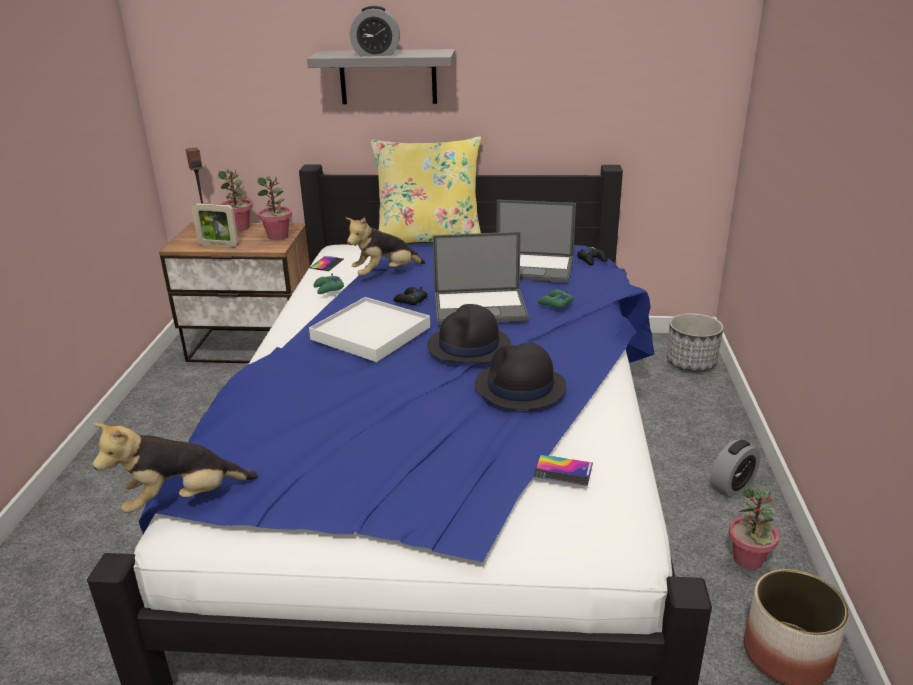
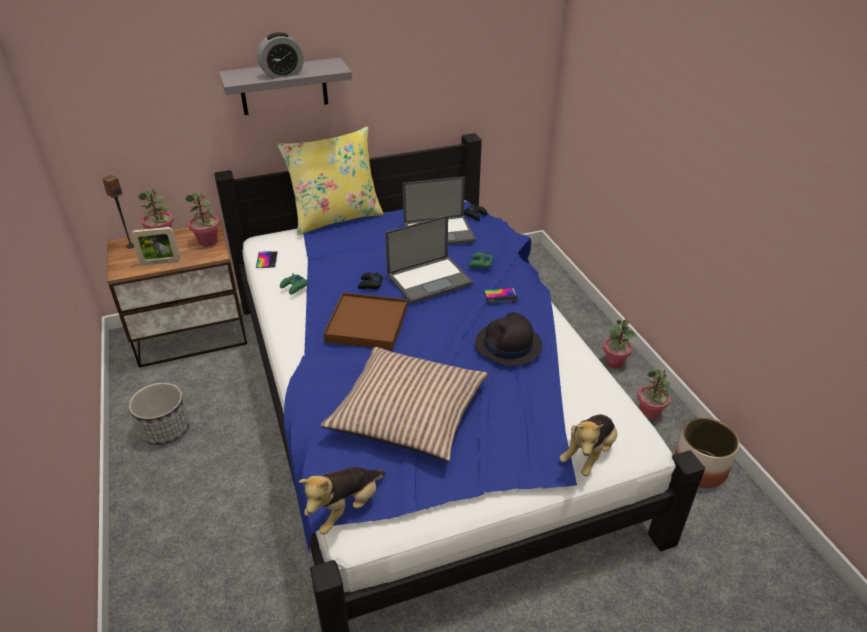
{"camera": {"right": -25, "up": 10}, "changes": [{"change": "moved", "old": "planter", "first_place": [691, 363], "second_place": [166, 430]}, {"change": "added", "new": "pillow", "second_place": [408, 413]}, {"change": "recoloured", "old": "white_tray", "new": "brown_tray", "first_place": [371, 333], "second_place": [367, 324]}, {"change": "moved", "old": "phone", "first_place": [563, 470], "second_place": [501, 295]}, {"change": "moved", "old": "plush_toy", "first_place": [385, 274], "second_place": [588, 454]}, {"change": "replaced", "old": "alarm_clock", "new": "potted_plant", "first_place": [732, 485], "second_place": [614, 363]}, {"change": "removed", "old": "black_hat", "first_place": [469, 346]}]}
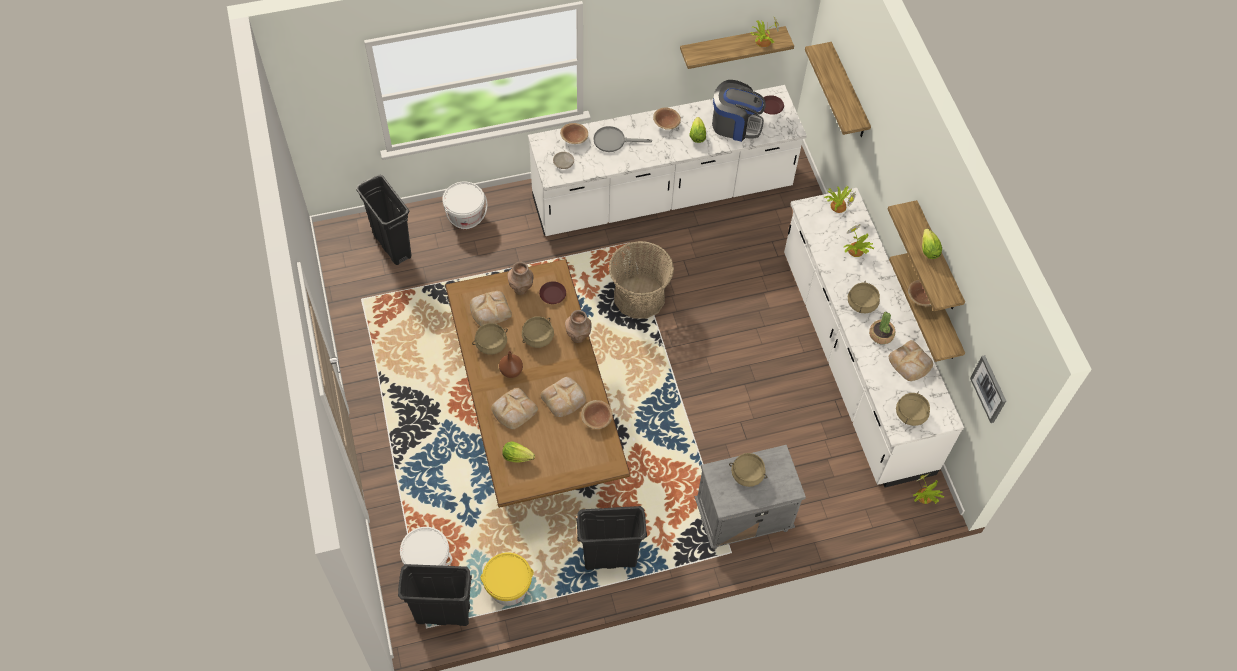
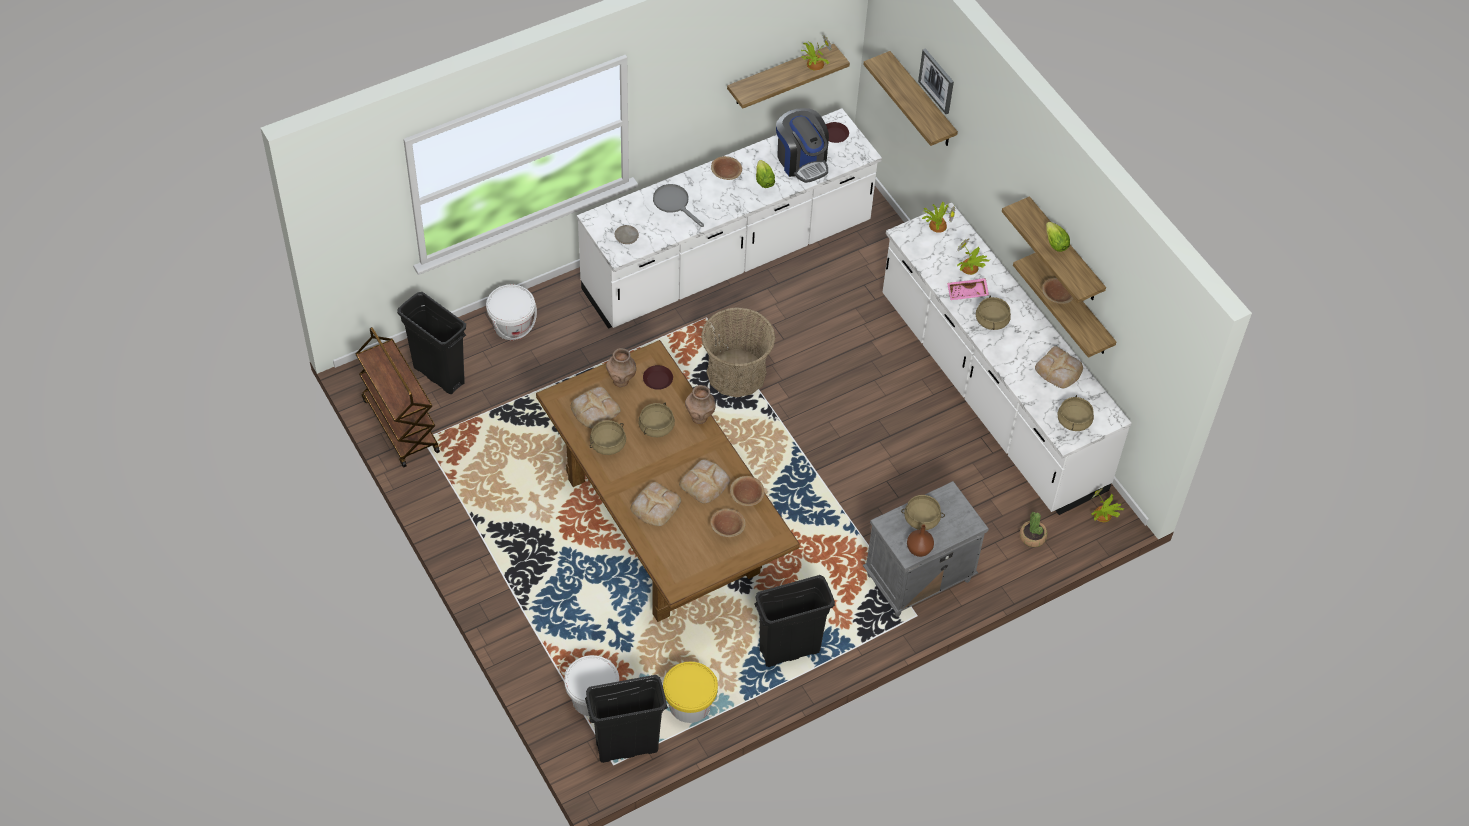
{"camera": {"right": -15, "up": -5}, "changes": [{"change": "added", "new": "brown_cart", "second_place": [400, 425]}, {"change": "turned", "old": "grey_frying_pan", "first_place": [614, 141], "second_place": [674, 203], "degrees": 60}, {"change": "moved", "old": "brown_bowl", "first_place": [574, 138], "second_place": [727, 528]}, {"change": "turned", "old": "coffee_machine", "first_place": [735, 124], "second_place": [802, 161], "degrees": 60}, {"change": "moved", "old": "brown_vase", "first_place": [511, 371], "second_place": [918, 549]}, {"change": "moved", "old": "picture", "first_place": [989, 389], "second_place": [937, 81]}, {"change": "added", "new": "pink_tray", "second_place": [967, 293]}, {"change": "moved", "old": "potted_plant", "first_place": [881, 334], "second_place": [1032, 537]}, {"change": "removed", "old": "lettuce", "first_place": [517, 456]}]}
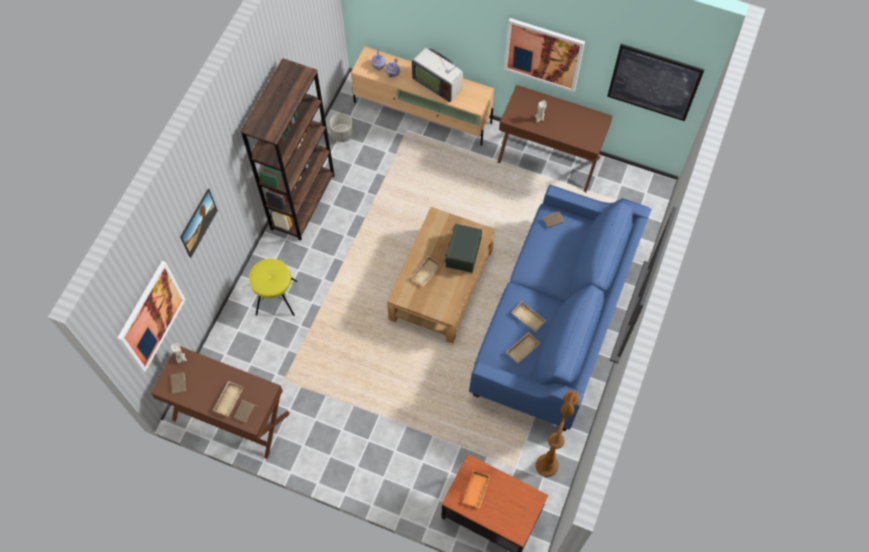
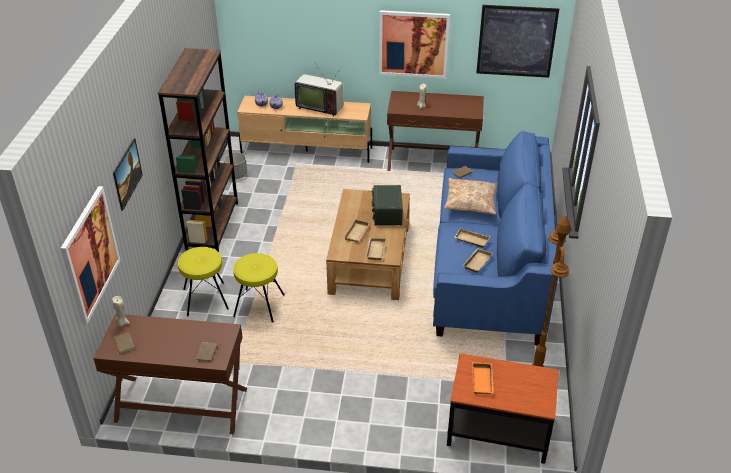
{"camera": {"right": -15, "up": -25}, "changes": [{"change": "added", "new": "yellow_stool", "second_place": [259, 305]}, {"change": "moved", "old": "beige_tray", "first_place": [228, 399], "second_place": [375, 250]}, {"change": "added", "new": "beige_pillow", "second_place": [470, 202]}]}
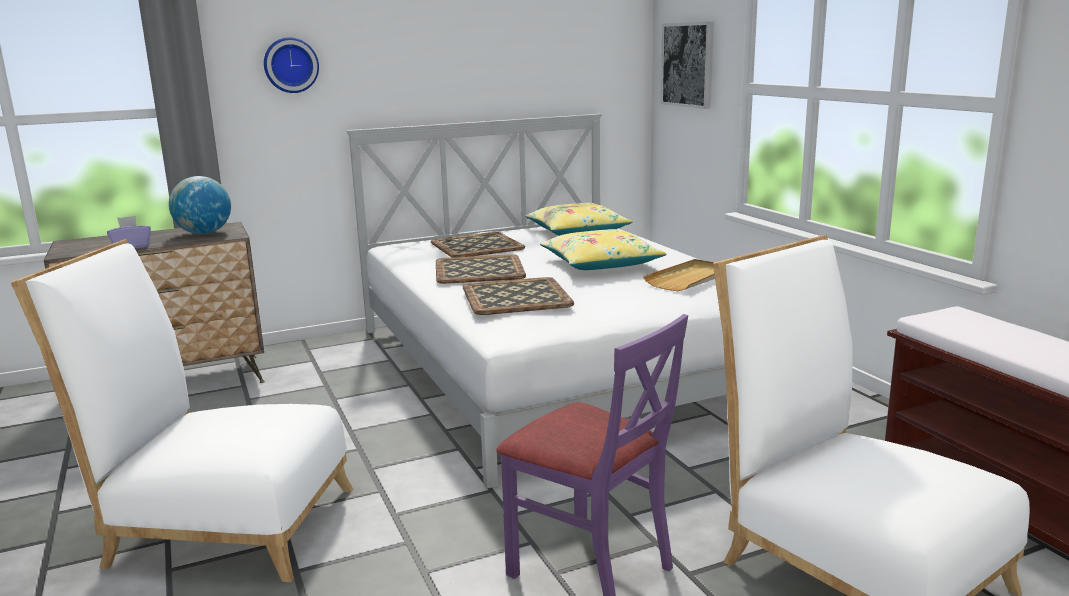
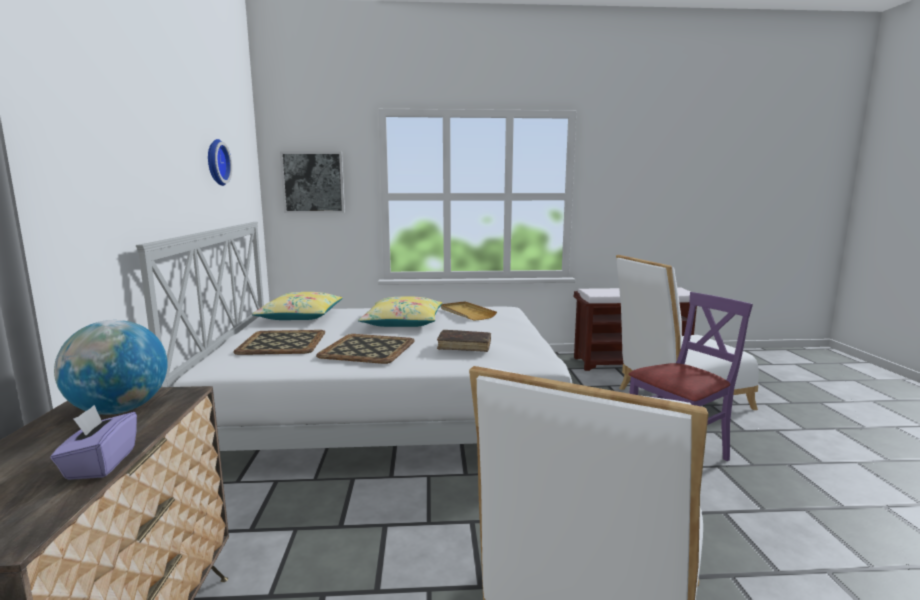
{"camera": {"right": -70, "up": -5}, "changes": [{"change": "moved", "old": "wall_clock", "first_place": [290, 65], "second_place": [215, 162]}, {"change": "replaced", "old": "tray", "new": "brown_book", "first_place": [517, 296], "second_place": [464, 346]}]}
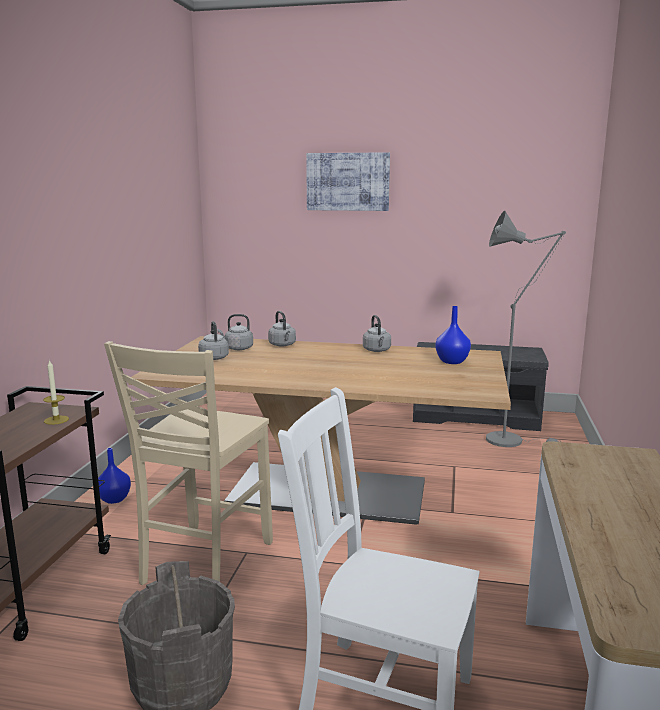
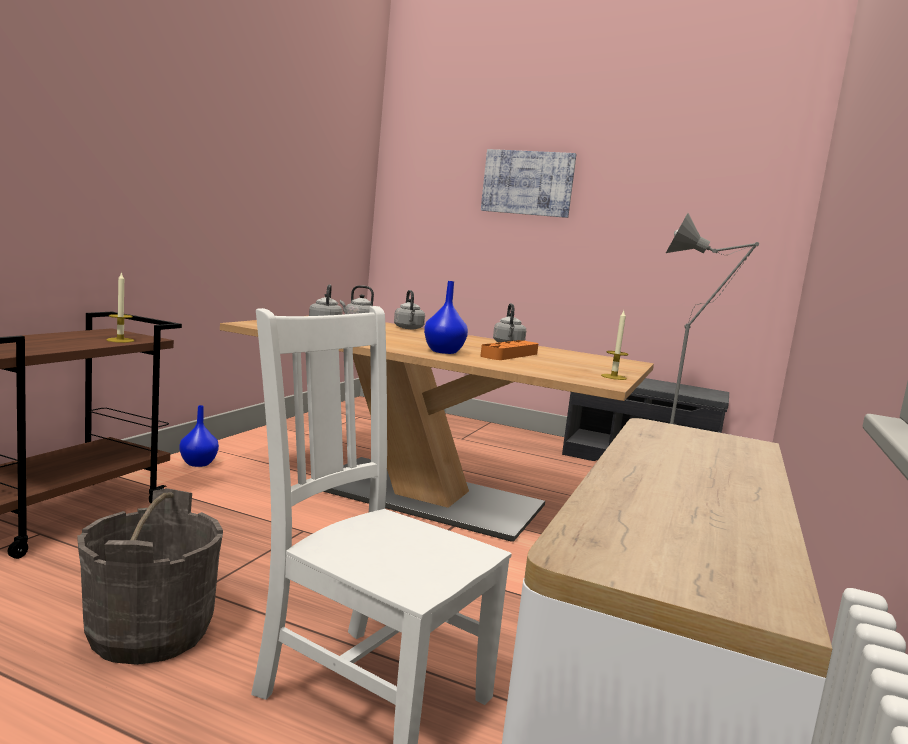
{"camera": {"right": 10, "up": -5}, "changes": [{"change": "moved", "old": "blue_vase", "first_place": [452, 361], "second_place": [444, 352]}, {"change": "added", "new": "orange_tray", "second_place": [509, 355]}, {"change": "added", "new": "candle", "second_place": [613, 377]}, {"change": "removed", "old": "beige_chair", "first_place": [204, 563]}]}
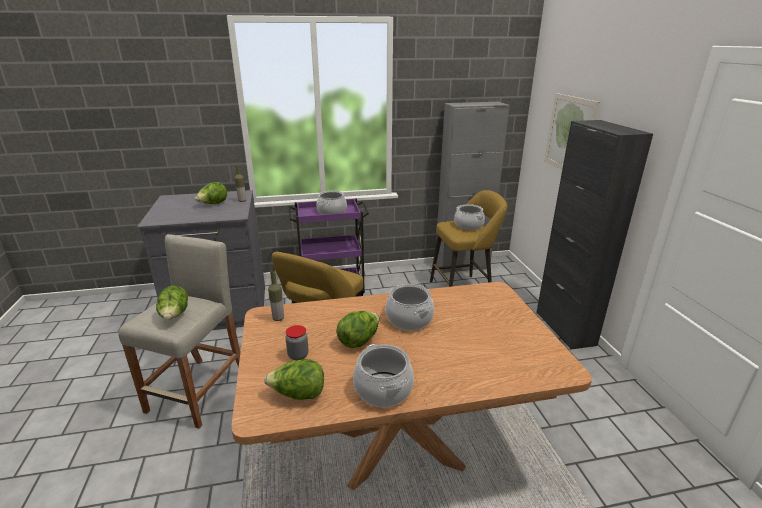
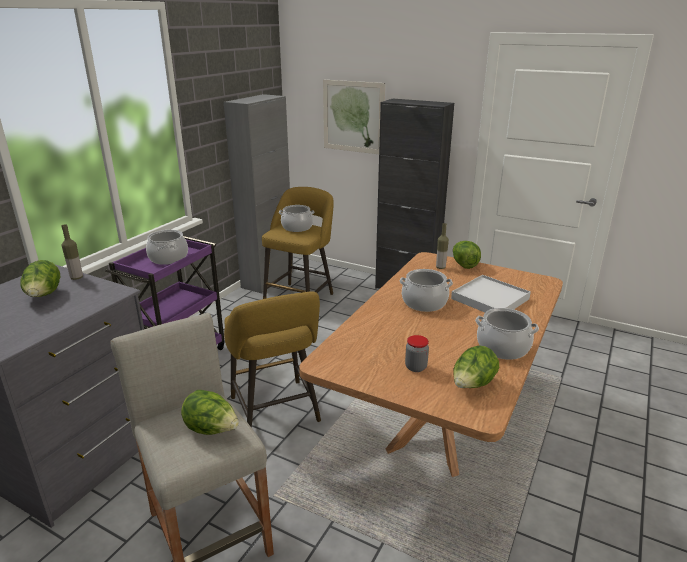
{"camera": {"right": -50, "up": 0}, "changes": [{"change": "moved", "old": "bottle", "first_place": [278, 318], "second_place": [440, 267]}, {"change": "added", "new": "white_tray", "second_place": [490, 299]}, {"change": "moved", "old": "lettuce", "first_place": [359, 340], "second_place": [464, 264]}]}
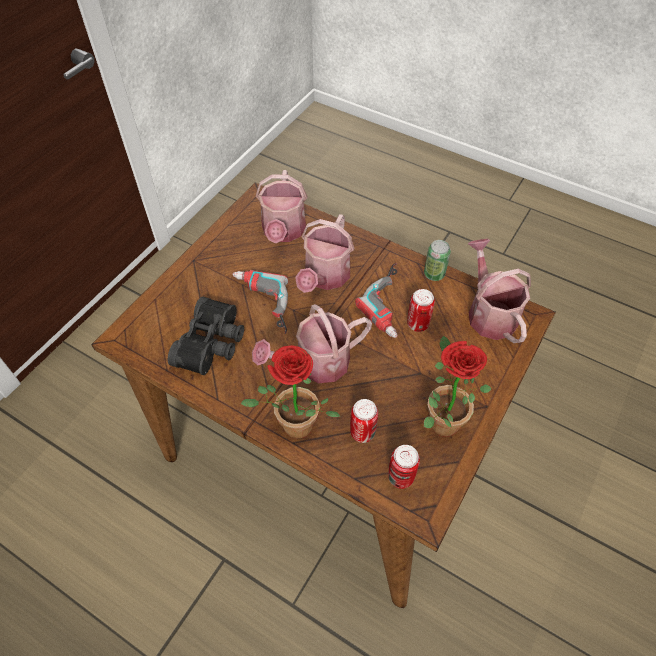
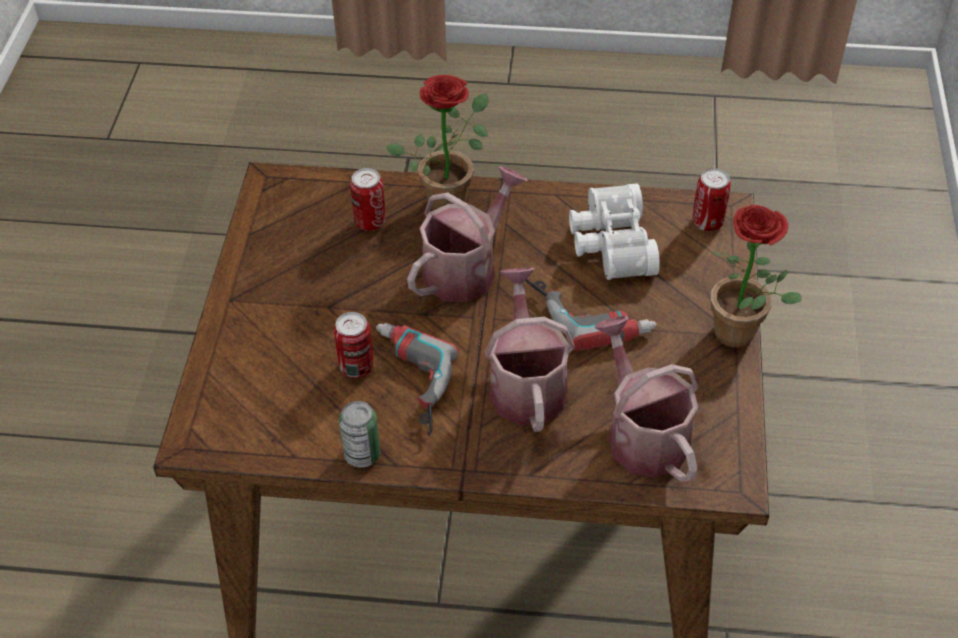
{"camera": {"right": 155, "up": -5}, "changes": [{"change": "recoloured", "old": "black_binoculars", "new": "white_binoculars", "first_place": [213, 344], "second_place": [609, 244]}, {"change": "moved", "old": "can", "first_place": [400, 477], "second_place": [707, 222]}, {"change": "moved", "old": "potted_plant", "first_place": [440, 417], "second_place": [742, 336]}, {"change": "removed", "old": "watering_can", "first_place": [489, 313]}]}
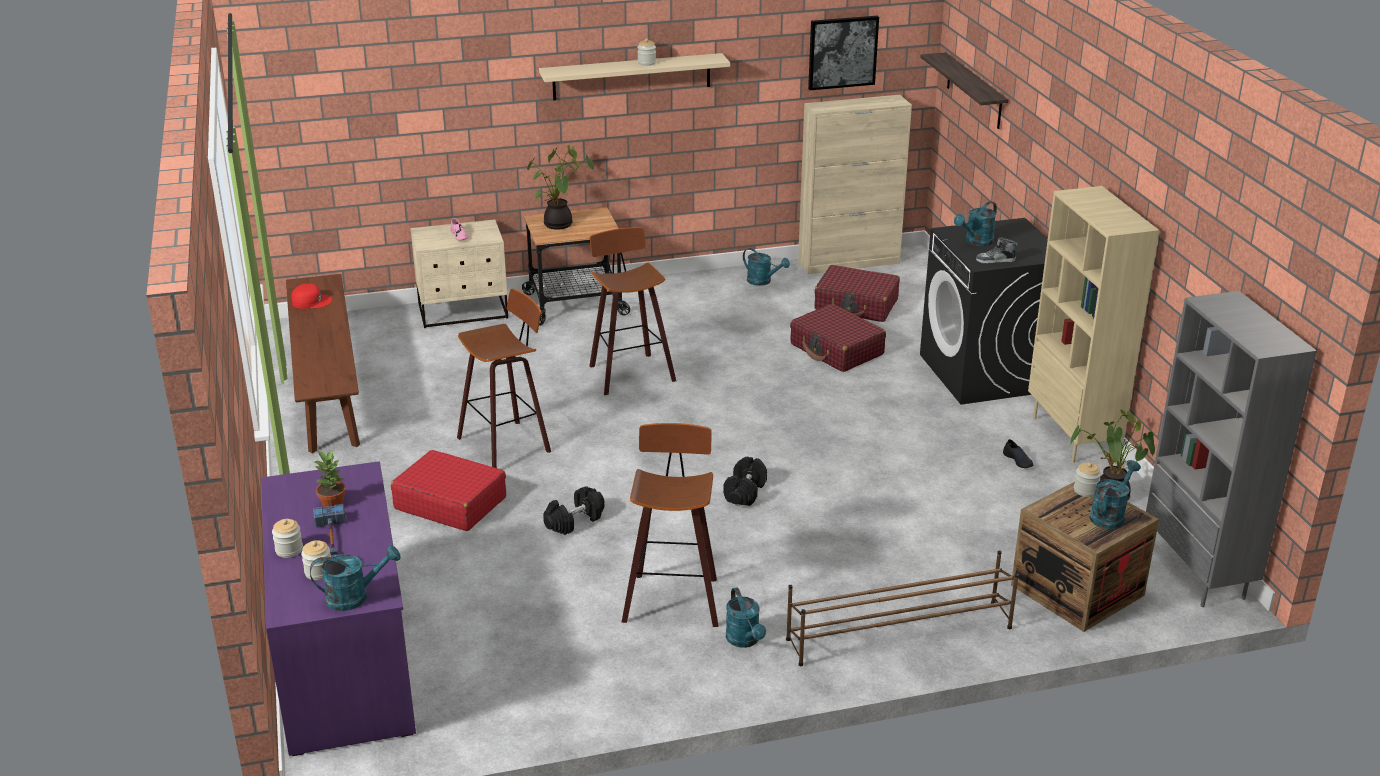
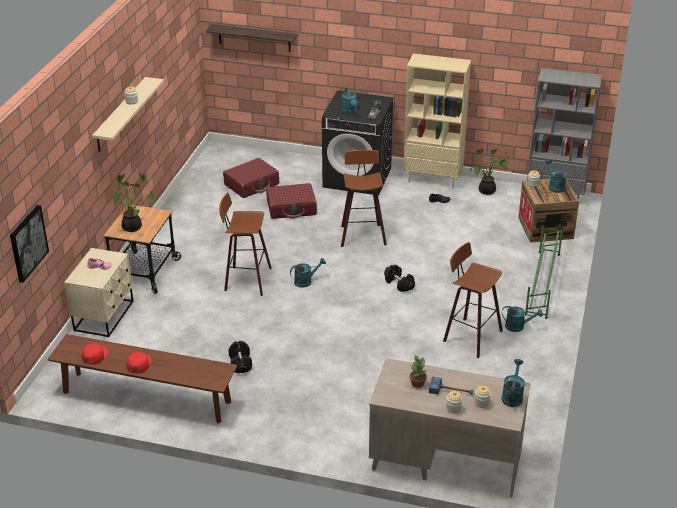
{"camera": {"right": -60, "up": 5}, "changes": [{"change": "moved", "old": "picture", "first_place": [842, 52], "second_place": [28, 243]}, {"change": "added", "new": "red_cap", "second_place": [138, 364]}, {"change": "moved", "old": "black_dumbbell", "first_place": [574, 521], "second_place": [240, 363]}, {"change": "moved", "old": "turquoise_watering_can", "first_place": [763, 281], "second_place": [306, 281]}, {"change": "moved", "old": "stool", "first_place": [507, 444], "second_place": [361, 234]}, {"change": "recoloured", "old": "purple_desk", "new": "beige_desk", "first_place": [343, 661], "second_place": [445, 460]}, {"change": "recoloured", "old": "brown_shoe_rack", "new": "green_shoe_rack", "first_place": [898, 633], "second_place": [542, 284]}, {"change": "removed", "old": "red_suitcase", "first_place": [450, 503]}, {"change": "removed", "old": "beige_cabinet", "first_place": [849, 262]}]}
